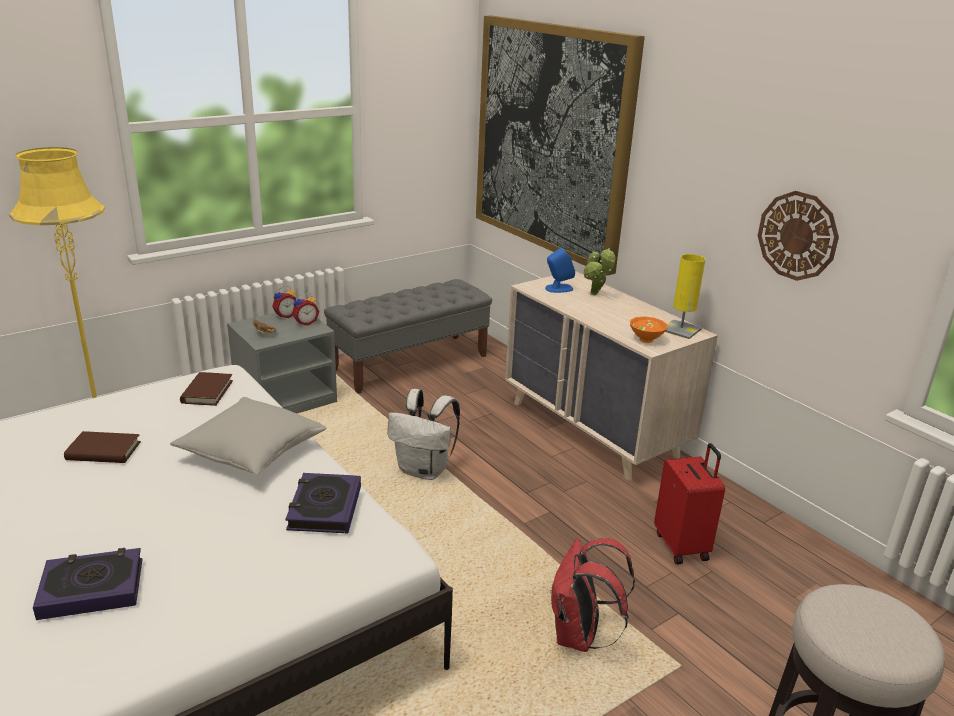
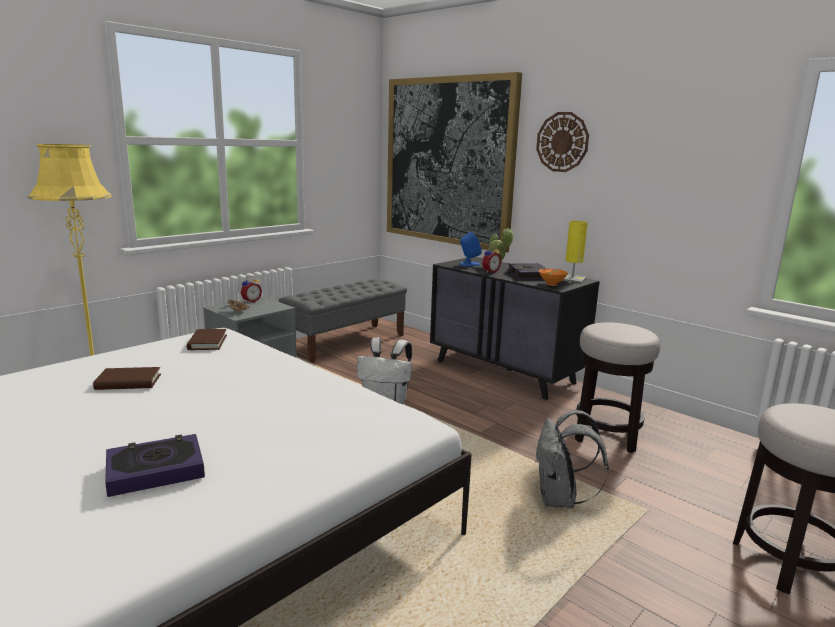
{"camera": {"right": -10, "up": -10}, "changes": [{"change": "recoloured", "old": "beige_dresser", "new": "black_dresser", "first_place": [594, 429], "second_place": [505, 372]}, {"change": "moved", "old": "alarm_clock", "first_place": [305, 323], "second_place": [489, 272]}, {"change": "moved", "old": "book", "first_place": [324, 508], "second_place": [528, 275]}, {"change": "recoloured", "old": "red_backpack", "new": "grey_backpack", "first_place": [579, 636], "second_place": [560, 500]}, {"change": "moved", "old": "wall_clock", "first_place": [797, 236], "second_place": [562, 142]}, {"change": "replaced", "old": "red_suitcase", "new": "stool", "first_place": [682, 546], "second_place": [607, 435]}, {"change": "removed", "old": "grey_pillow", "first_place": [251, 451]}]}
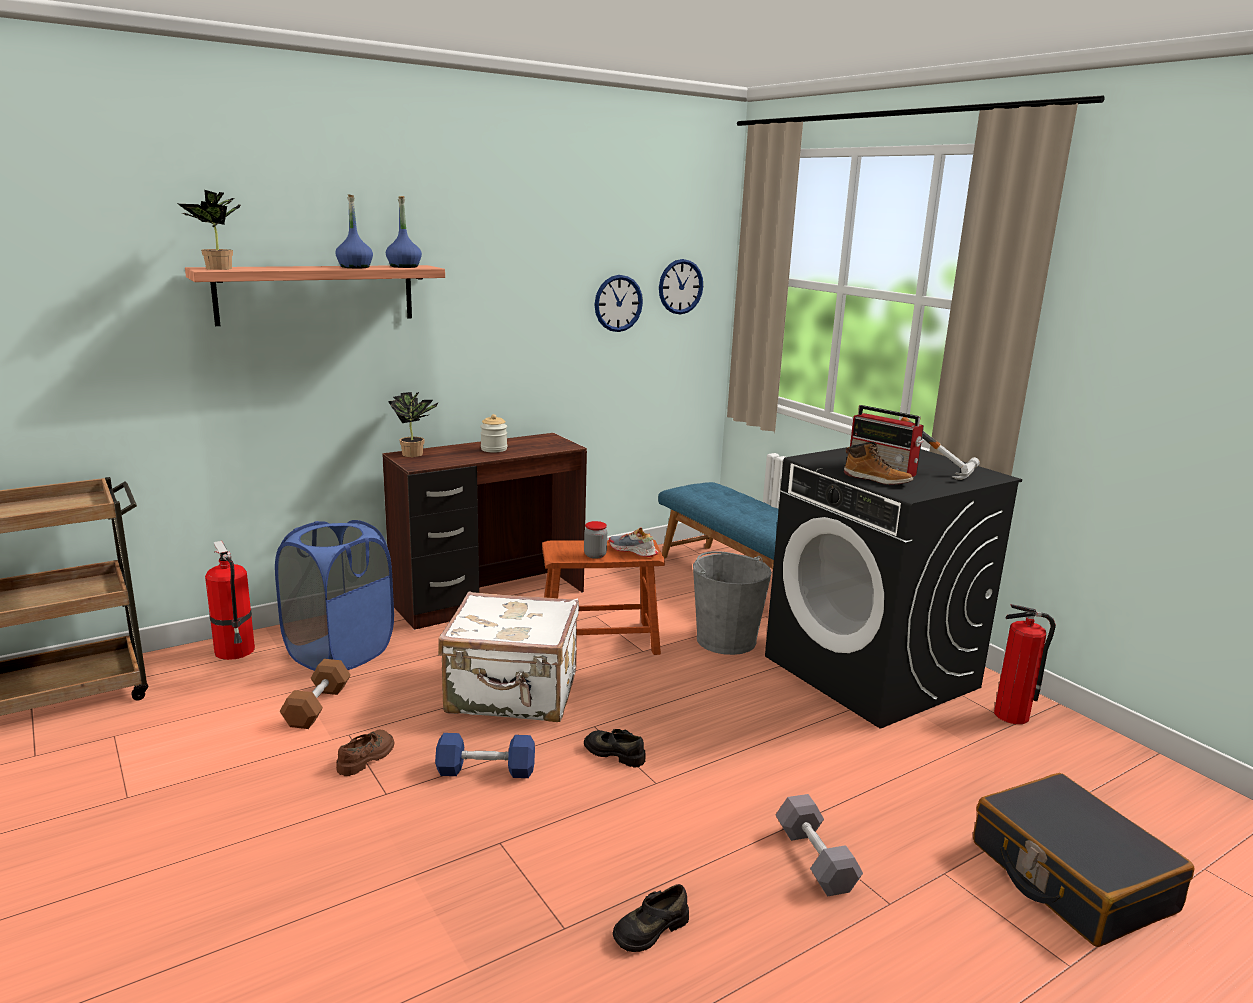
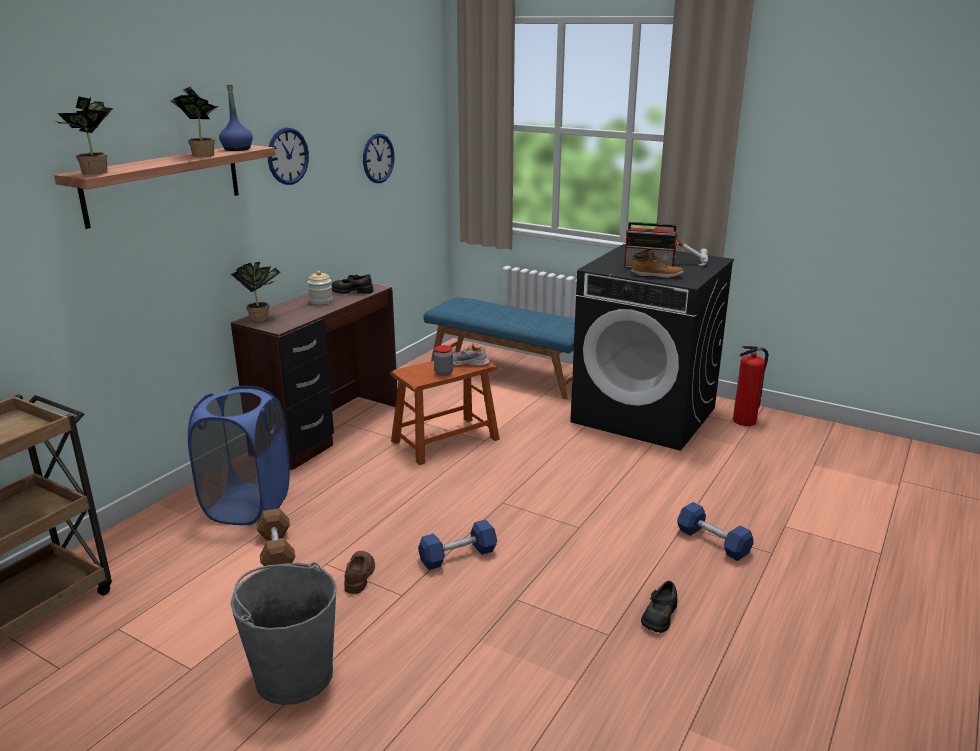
{"camera": {"right": -25, "up": 5}, "changes": [{"change": "replaced", "old": "blue_bottle", "new": "potted_plant", "first_place": [355, 267], "second_place": [201, 155]}, {"change": "moved", "old": "grey_bucket", "first_place": [726, 640], "second_place": [293, 675]}, {"change": "moved", "old": "wall_clock", "first_place": [680, 286], "second_place": [287, 156]}, {"change": "moved", "old": "black_shoe", "first_place": [615, 753], "second_place": [352, 291]}, {"change": "recoloured", "old": "grey_dumbbell", "new": "blue_dumbbell", "first_place": [815, 859], "second_place": [713, 542]}, {"change": "removed", "old": "fire_extinguisher", "first_place": [235, 651]}, {"change": "removed", "old": "white_suitcase", "first_place": [513, 694]}, {"change": "removed", "old": "black_suitcase", "first_place": [1070, 876]}]}
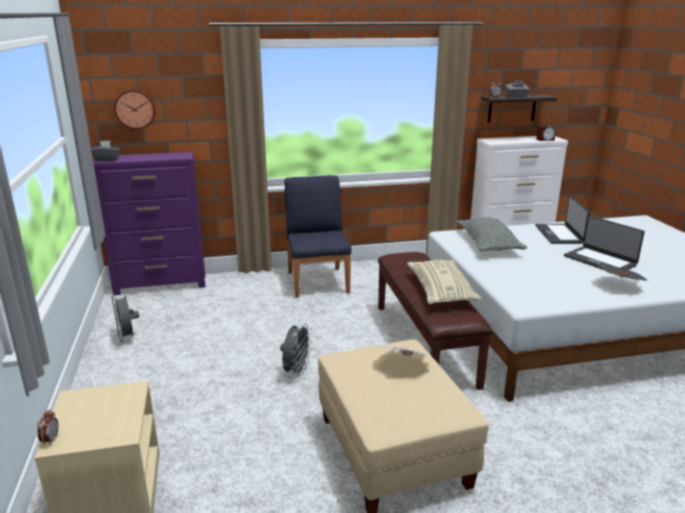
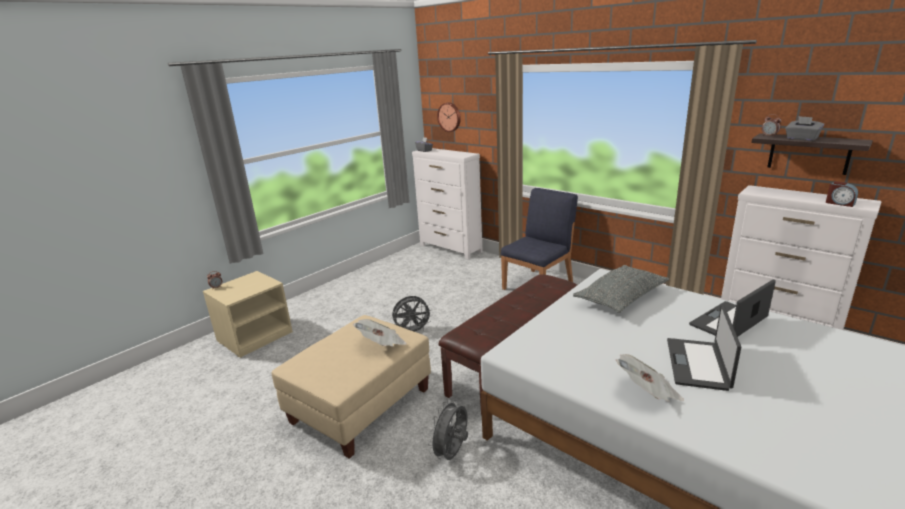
{"camera": {"right": 55, "up": 0}, "changes": [{"change": "recoloured", "old": "purple_dresser", "new": "white_dresser", "first_place": [161, 285], "second_place": [451, 248]}, {"change": "moved", "old": "grey_fan", "first_place": [127, 337], "second_place": [452, 454]}, {"change": "removed", "old": "beige_pillow", "first_place": [441, 291]}]}
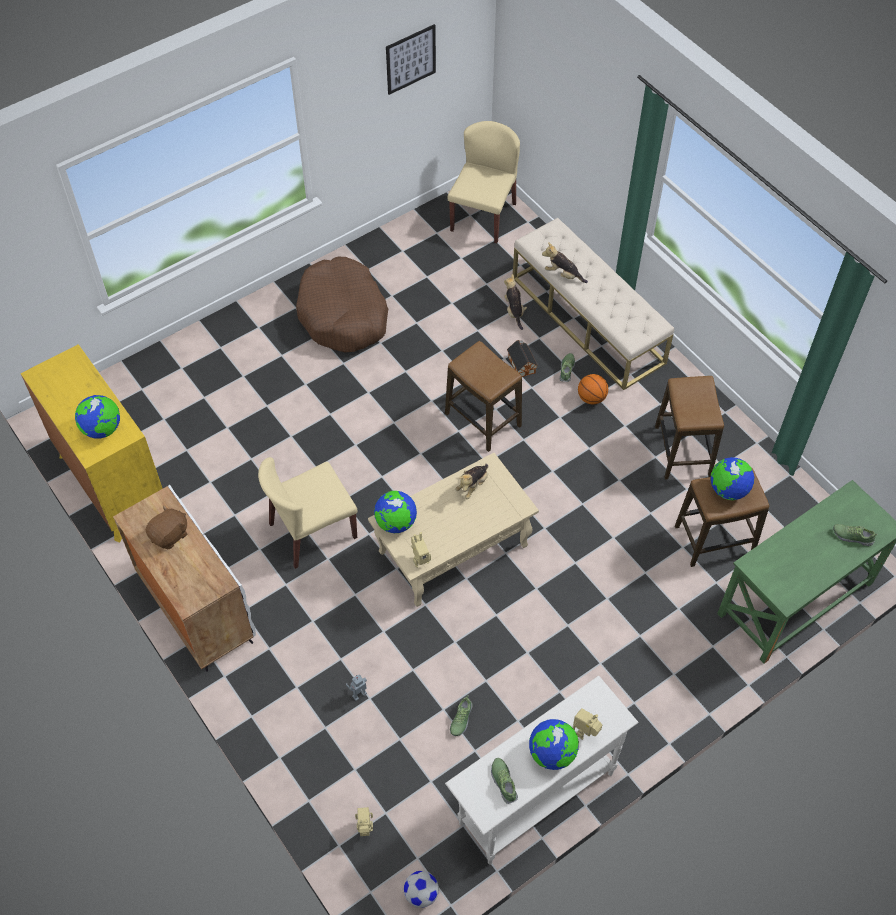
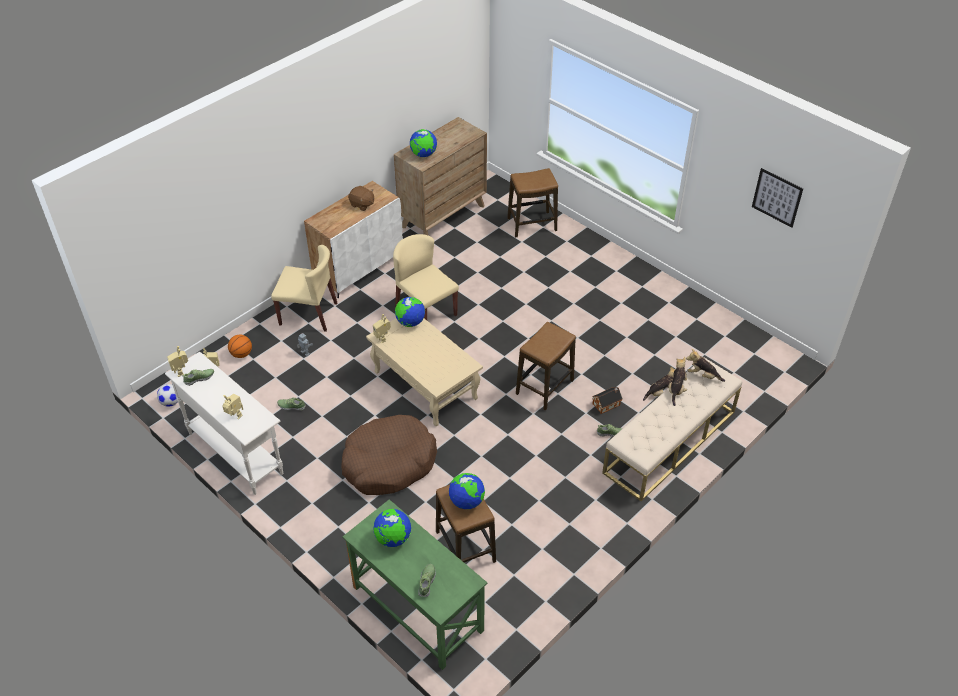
{"camera": {"right": 80, "up": -10}, "changes": [{"change": "added", "new": "toy_robot", "second_place": [181, 371]}, {"change": "moved", "old": "basketball", "first_place": [591, 398], "second_place": [241, 354]}, {"change": "moved", "old": "beige_chair", "first_place": [483, 216], "second_place": [309, 314]}, {"change": "moved", "old": "brown_dog_bed", "first_place": [343, 315], "second_place": [389, 463]}, {"change": "moved", "old": "globe", "first_place": [552, 753], "second_place": [393, 538]}, {"change": "recoloured", "old": "yellow_dresser", "new": "brown_dresser", "first_place": [113, 483], "second_place": [443, 216]}, {"change": "moved", "old": "stool", "first_place": [682, 451], "second_place": [531, 224]}, {"change": "moved", "old": "plush_toy", "first_place": [472, 485], "second_place": [703, 375]}]}
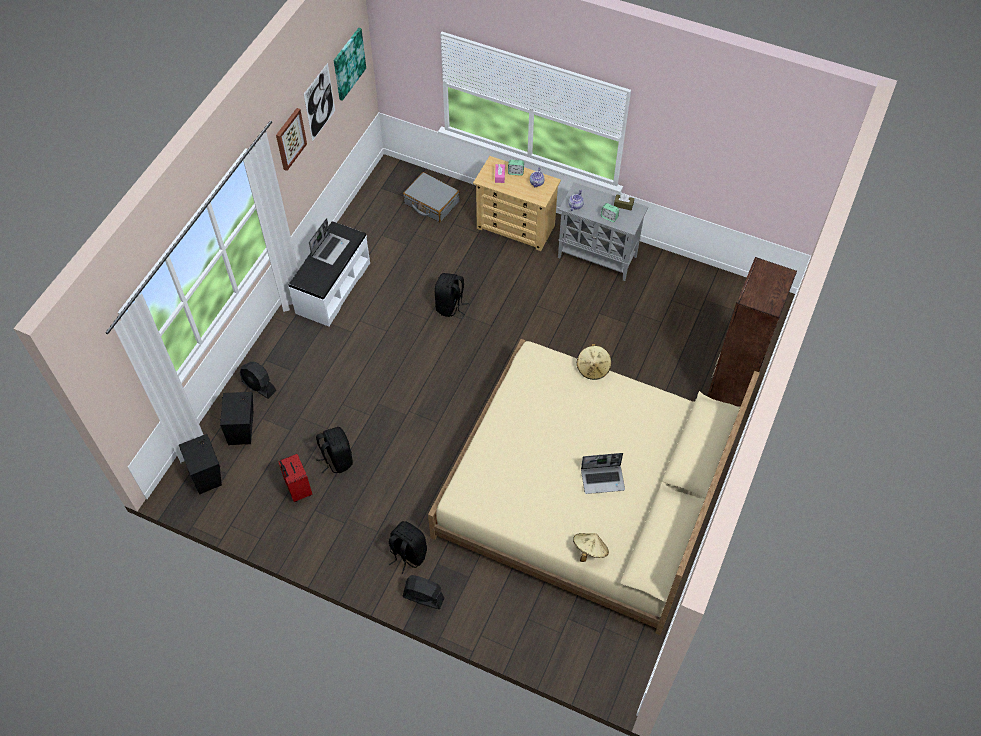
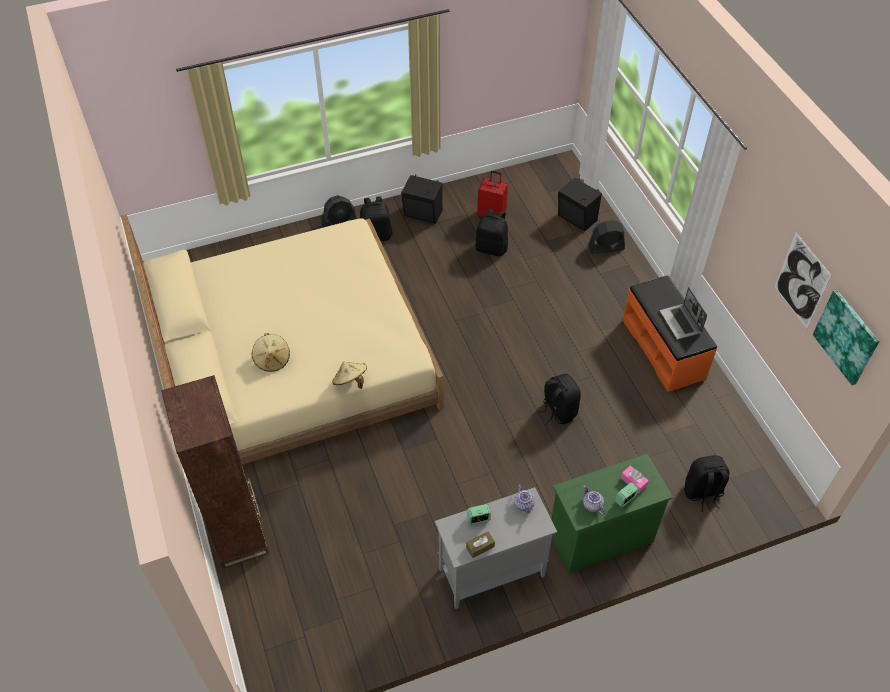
{"camera": {"right": 135, "up": -5}, "changes": [{"change": "moved", "old": "beige_hat", "first_place": [589, 550], "second_place": [272, 360]}, {"change": "moved", "old": "black_speaker", "first_place": [206, 473], "second_place": [423, 214]}, {"change": "recoloured", "old": "beige_dresser", "new": "green_dresser", "first_place": [516, 227], "second_place": [600, 536]}, {"change": "recoloured", "old": "white_bench", "new": "orange_bench", "first_place": [332, 287], "second_place": [663, 349]}, {"change": "replaced", "old": "grey_suitcase", "new": "black_backpack", "first_place": [431, 203], "second_place": [702, 492]}, {"change": "removed", "old": "picture", "first_place": [290, 139]}, {"change": "removed", "old": "laptop", "first_place": [603, 479]}]}
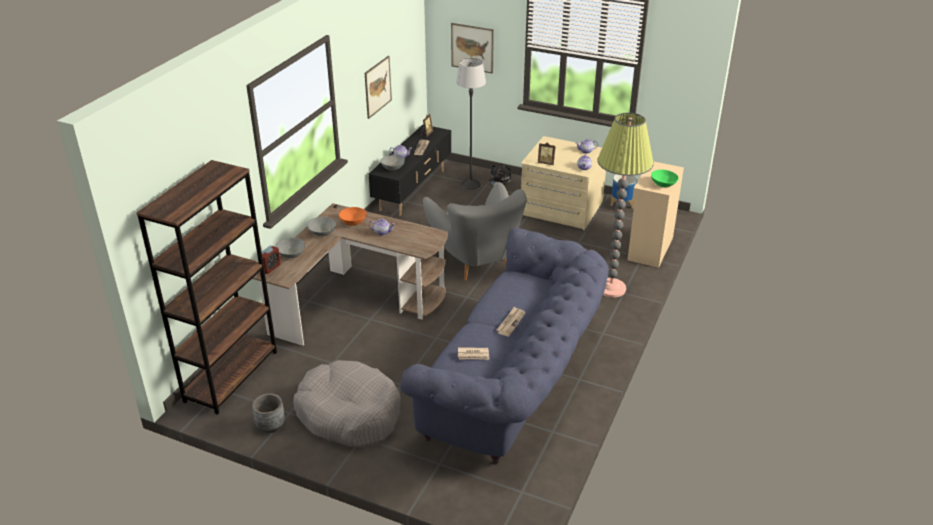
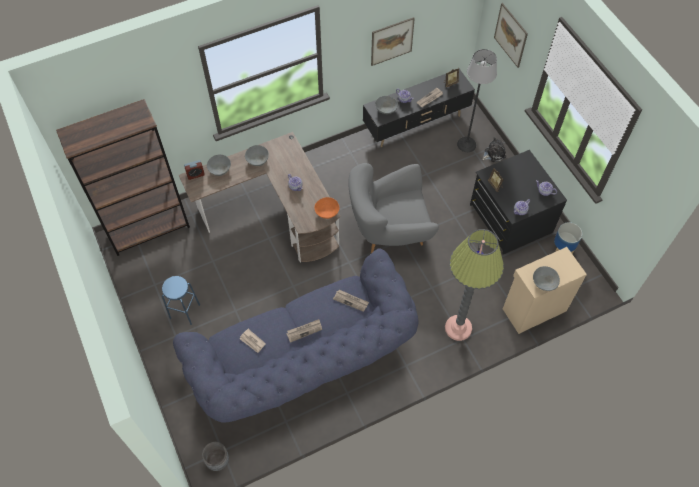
{"camera": {"right": 40, "up": 25}, "changes": [{"change": "replaced", "old": "grey_dog_bed", "new": "blue_stool", "first_place": [349, 414], "second_place": [185, 311]}, {"change": "moved", "old": "grey_planter", "first_place": [270, 426], "second_place": [217, 460]}, {"change": "moved", "old": "orange_bowl", "first_place": [353, 222], "second_place": [327, 212]}, {"change": "added", "new": "newspaper", "second_place": [351, 301]}, {"change": "turned", "old": "grey_armchair", "first_place": [476, 261], "second_place": [390, 231], "degrees": 60}, {"change": "recoloured", "old": "beige_dresser", "new": "black_dresser", "first_place": [561, 209], "second_place": [509, 218]}, {"change": "recoloured", "old": "green_bowl", "new": "grey_bowl", "first_place": [663, 184], "second_place": [544, 282]}]}
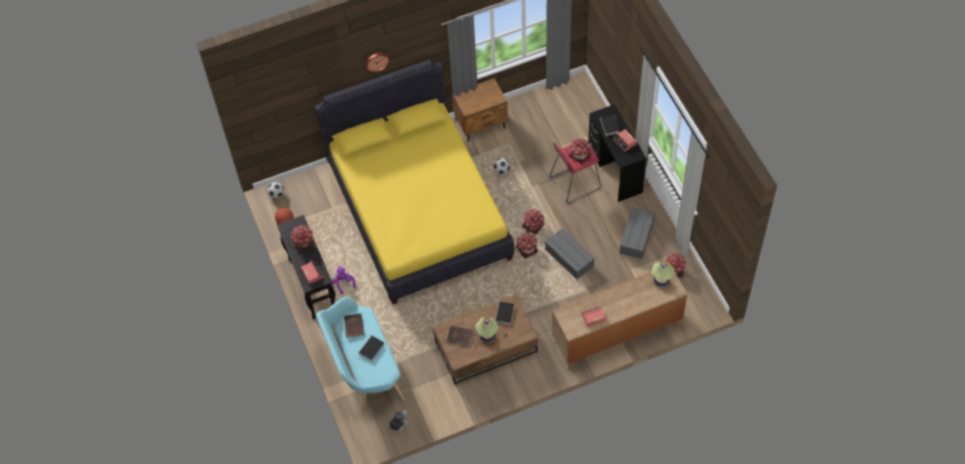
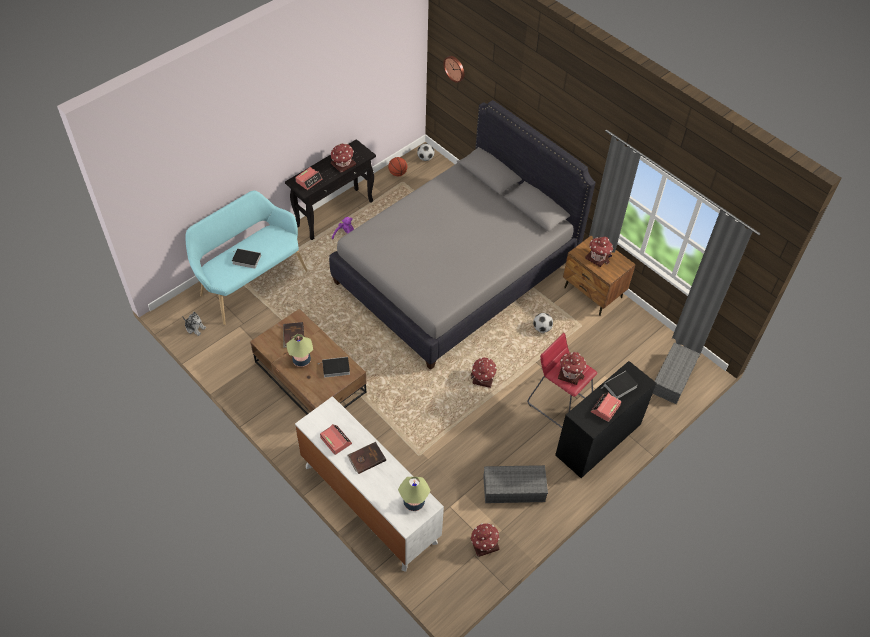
{"camera": {"right": 65, "up": -5}, "changes": [{"change": "recoloured", "old": "brown_dresser", "new": "white_dresser", "first_place": [616, 334], "second_place": [369, 503]}, {"change": "recoloured", "old": "yellow_bed", "new": "grey_bed", "first_place": [418, 211], "second_place": [455, 271]}, {"change": "moved", "old": "brown_book", "first_place": [353, 326], "second_place": [366, 458]}, {"change": "moved", "old": "wall_clock", "first_place": [376, 61], "second_place": [455, 68]}, {"change": "moved", "old": "toy_house", "first_place": [527, 249], "second_place": [598, 257]}, {"change": "moved", "old": "grey_storage_box", "first_place": [570, 258], "second_place": [673, 379]}]}
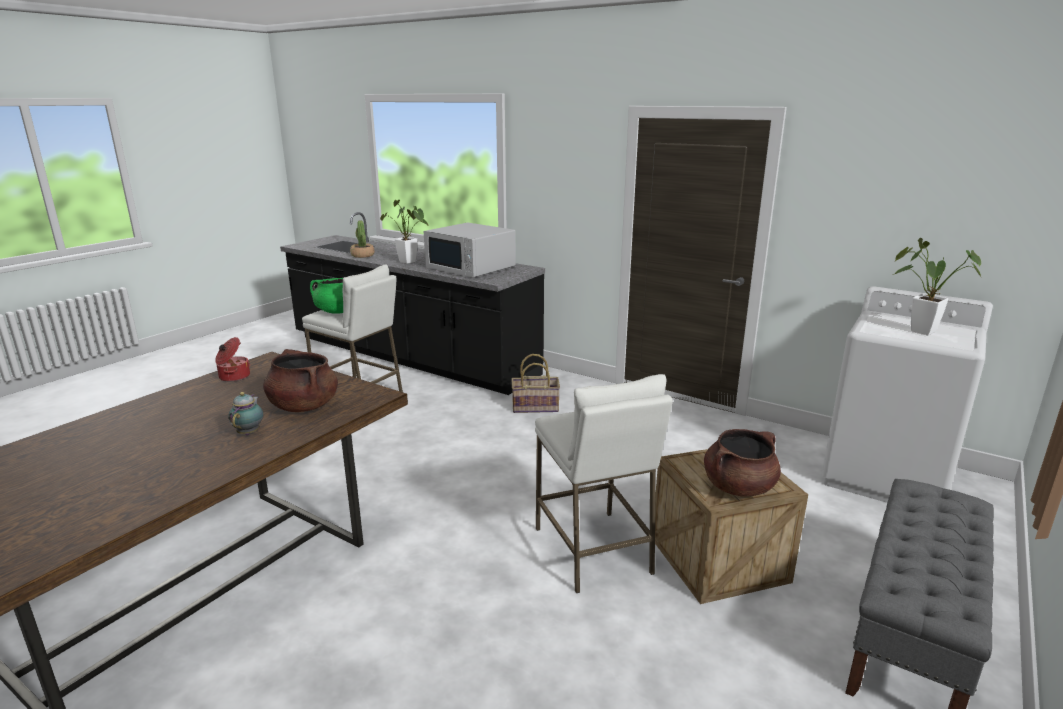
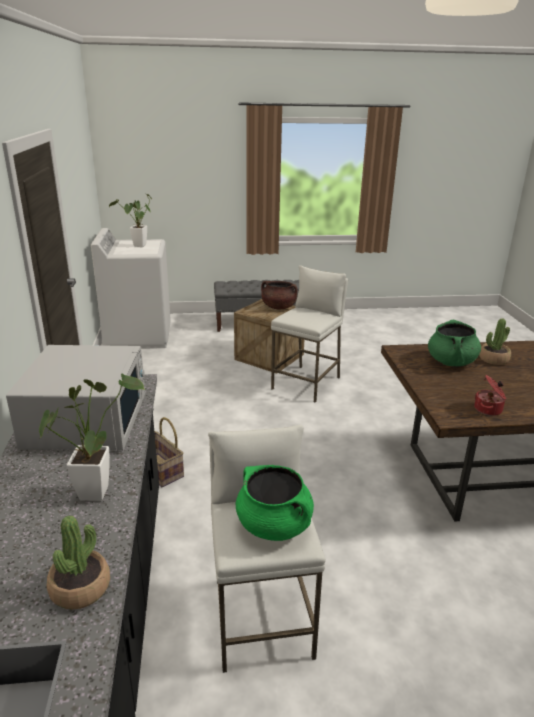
{"camera": {"right": -130, "up": 5}, "changes": [{"change": "recoloured", "old": "brown_cooking_pot", "new": "green_cooking_pot", "first_place": [303, 406], "second_place": [451, 362]}, {"change": "replaced", "old": "teapot", "new": "potted_plant", "first_place": [250, 432], "second_place": [493, 359]}]}
